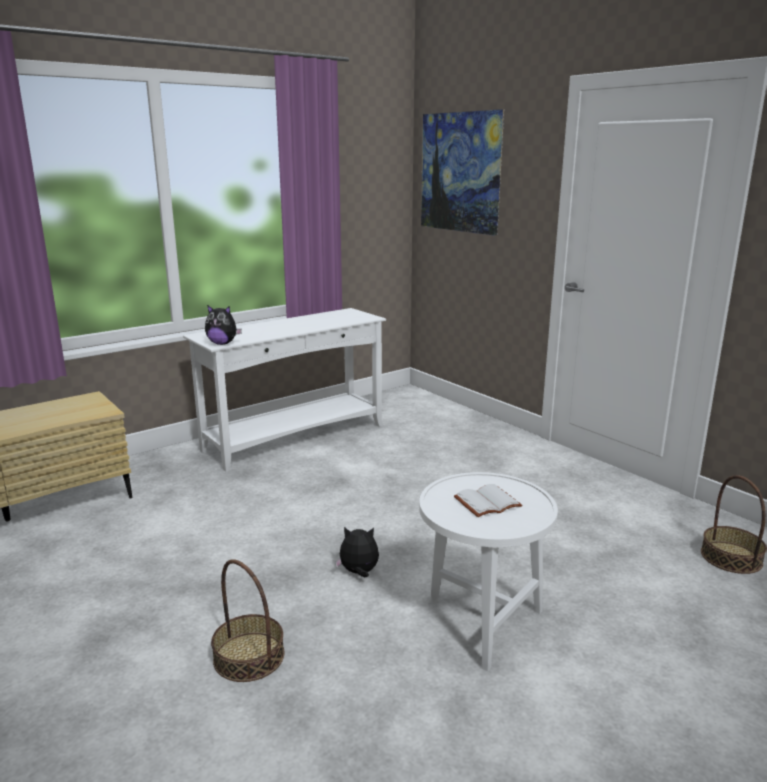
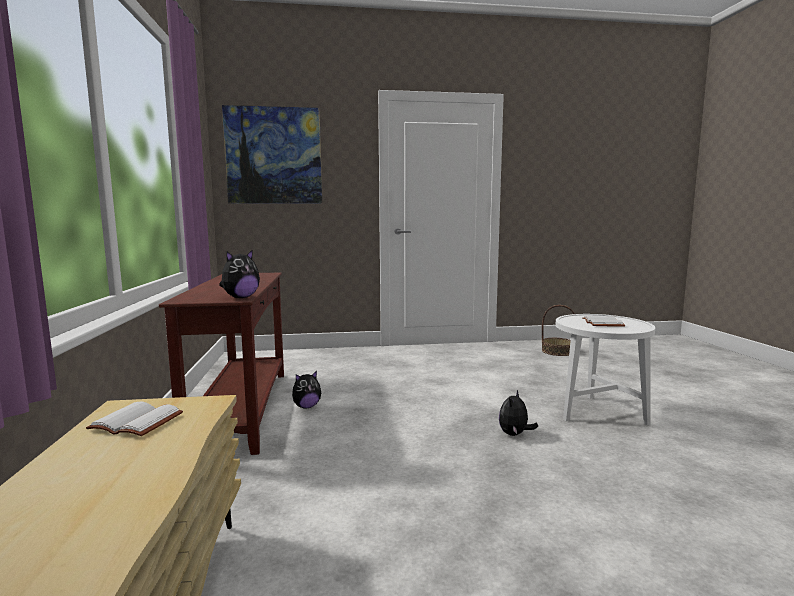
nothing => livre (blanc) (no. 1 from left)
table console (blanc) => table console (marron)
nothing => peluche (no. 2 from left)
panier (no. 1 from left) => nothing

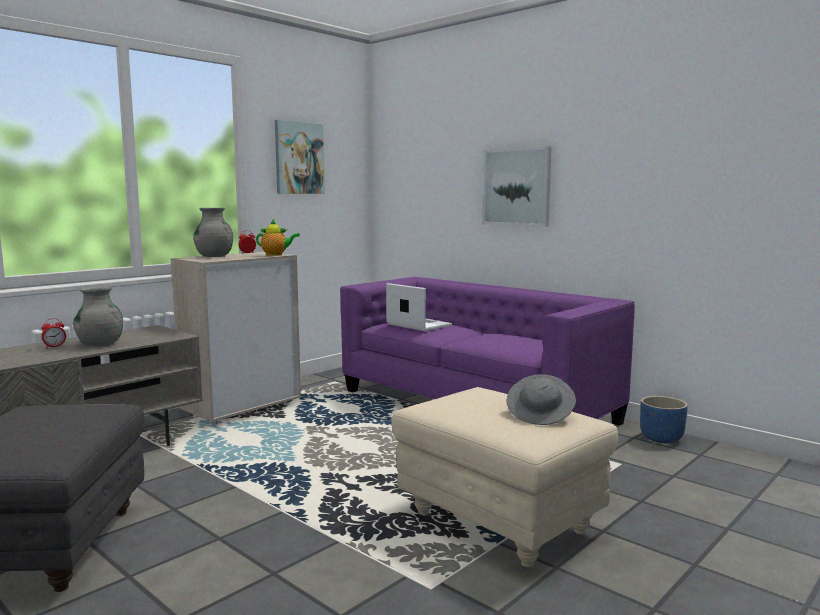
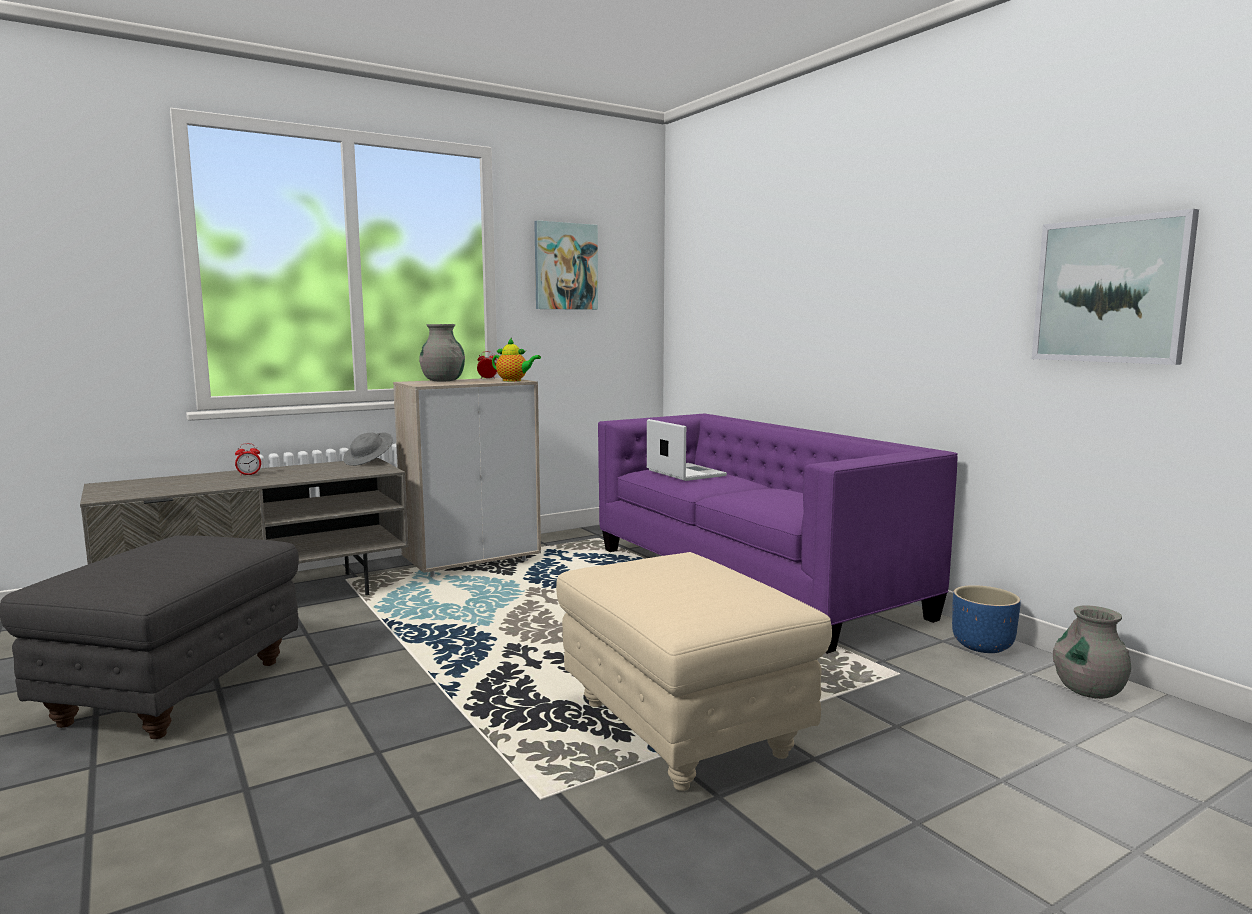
chapeau (gris), shifted
tableau (no. 2 from left), shifted
vase (gris) (no. 1 from left in the first image) => vase (gris) (no. 2 from left), shifted

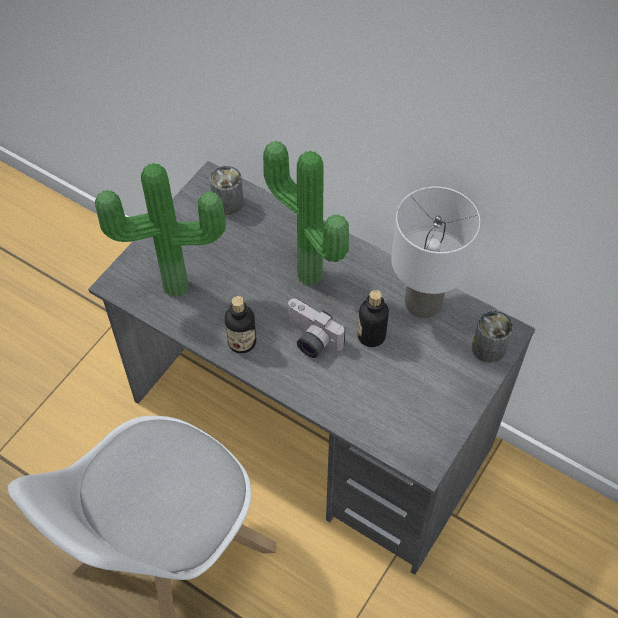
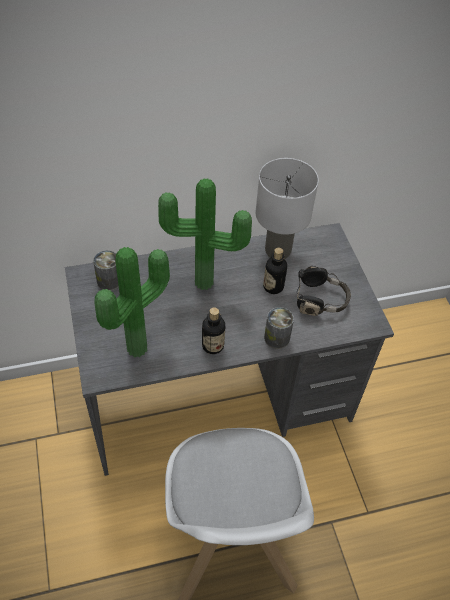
boîte métallique (no. 2 from left), shifted
nothing => casque audio (noir)
appareil photo => nothing

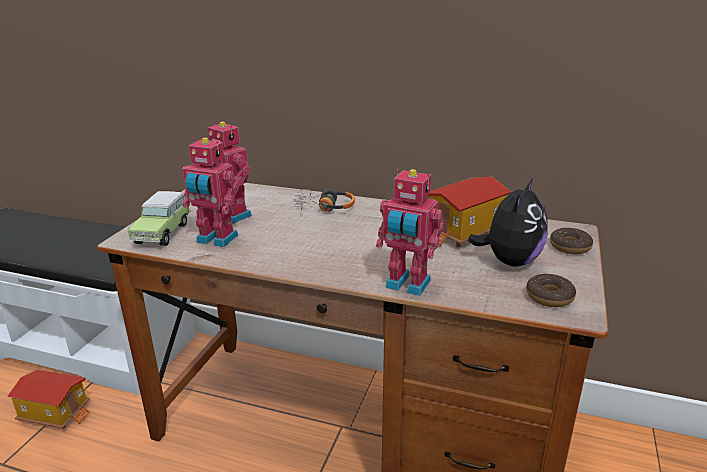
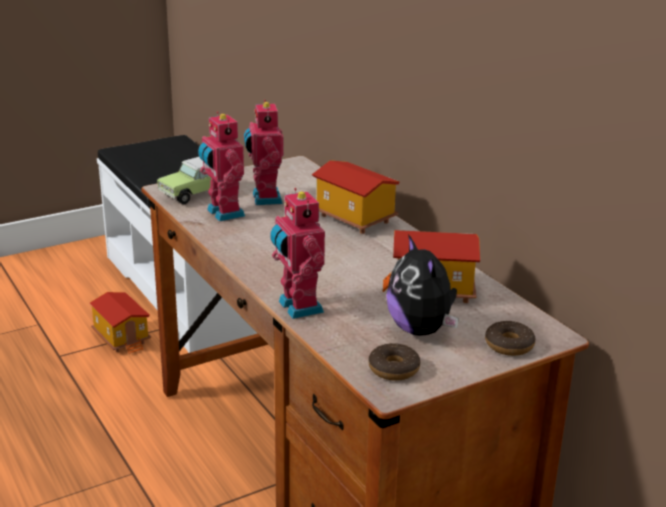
casque audio => maison miniature (no. 2 from left)
peluche, 90 degrees clockwise

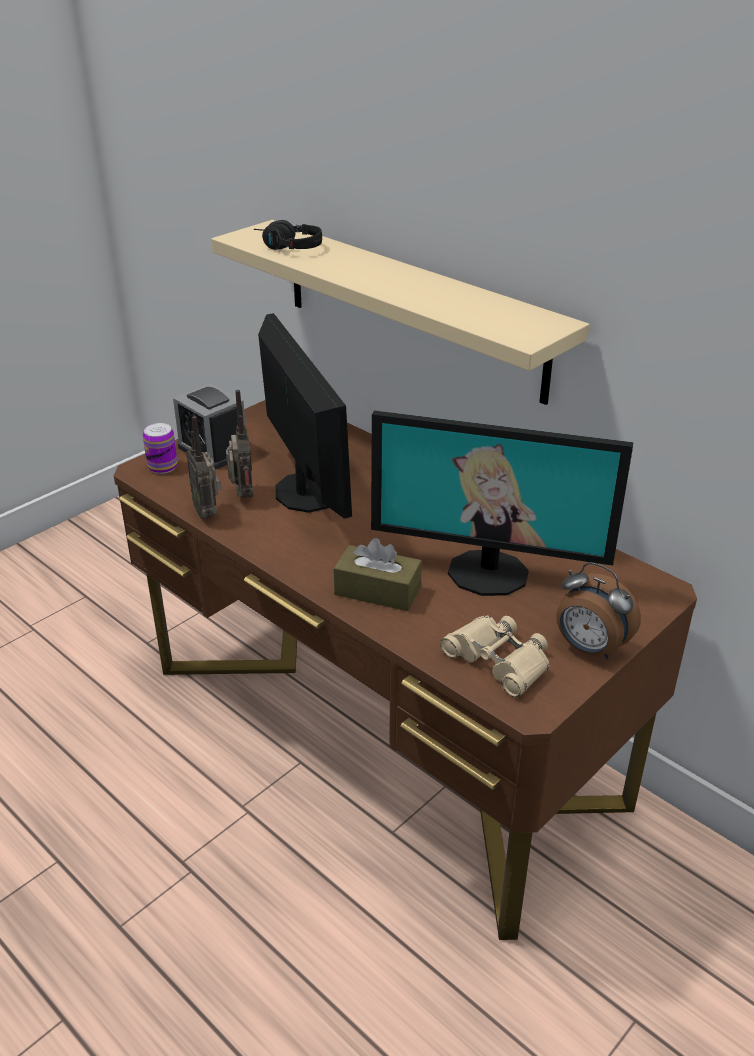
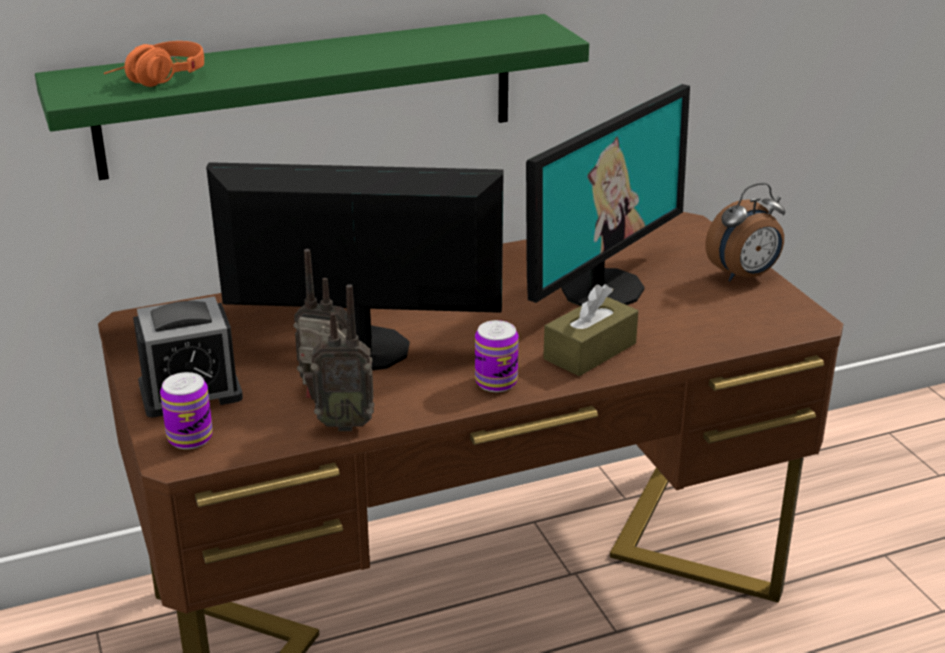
étagère (beige) => étagère (vert)
casque audio (noir) => casque audio (orange)
nothing => boîte métallique (no. 2 from left)
jumelles (beige) => nothing

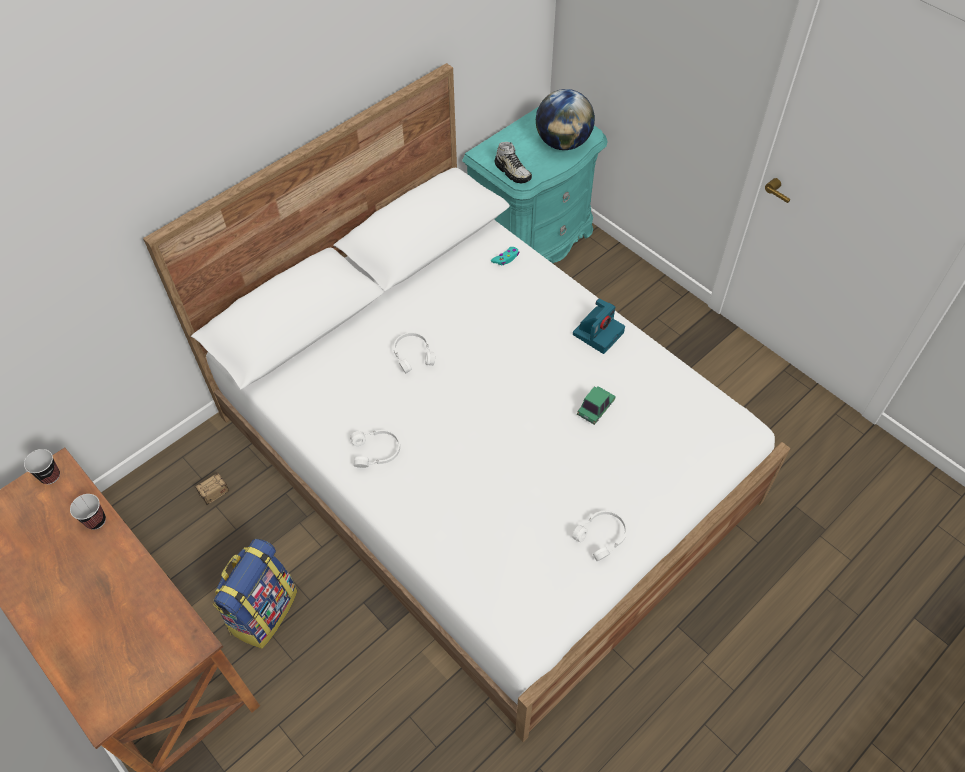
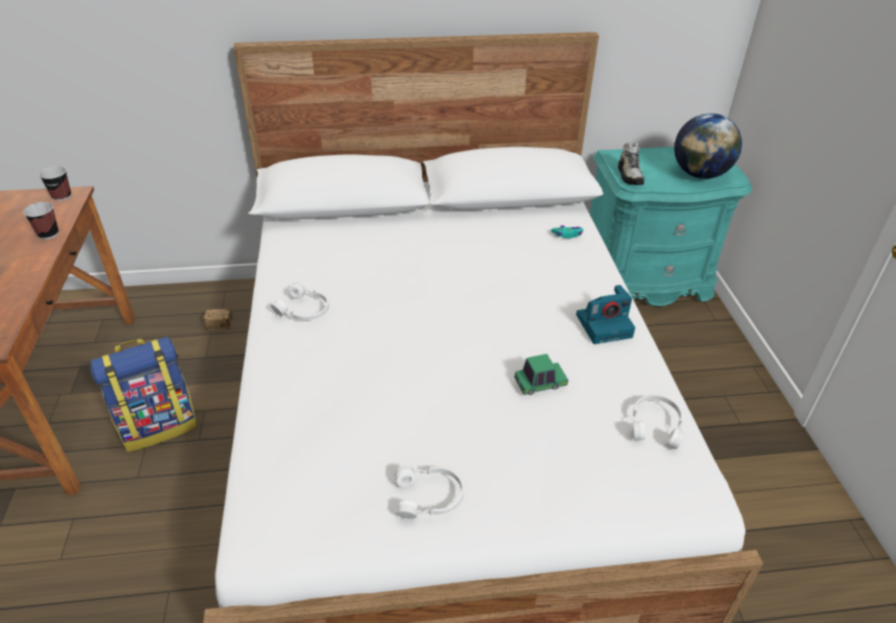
casque audio (blanc) (no. 2 from left in the first image) => casque audio (blanc) (no. 3 from left), shifted

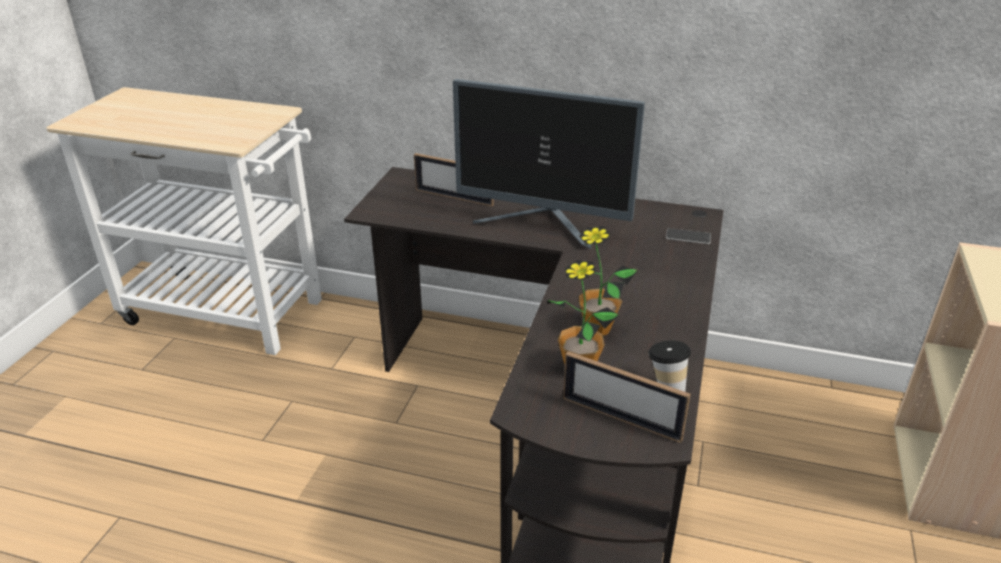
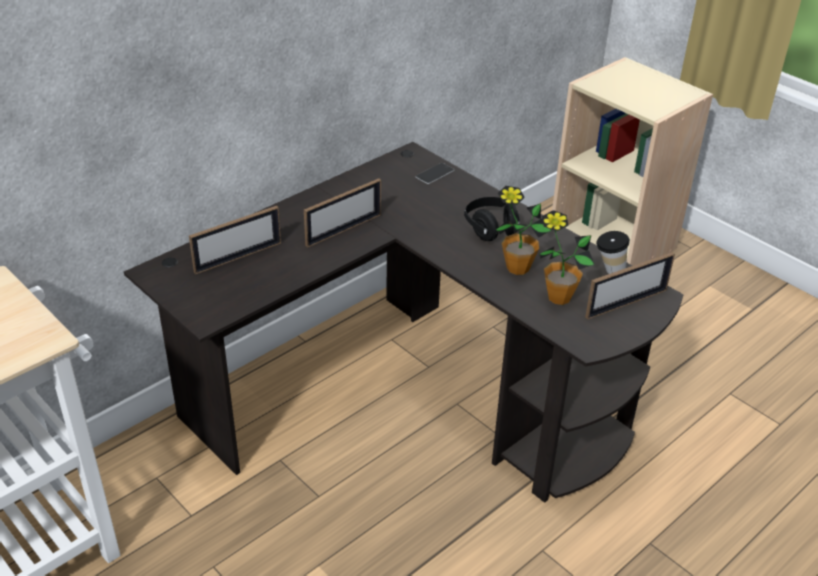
écran d'ordinateur => cadre photo (no. 2 from left)
nothing => casque audio (noir)

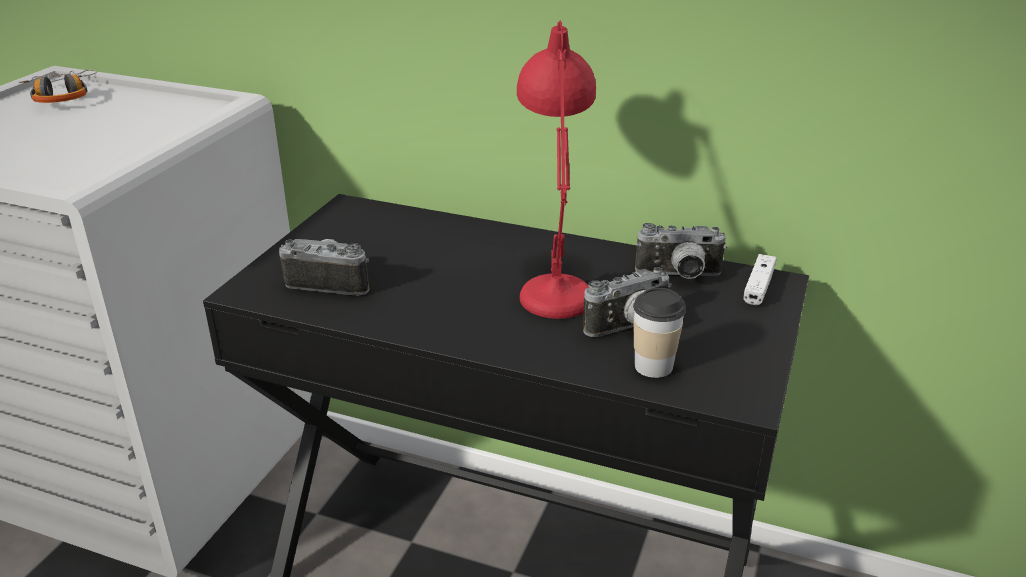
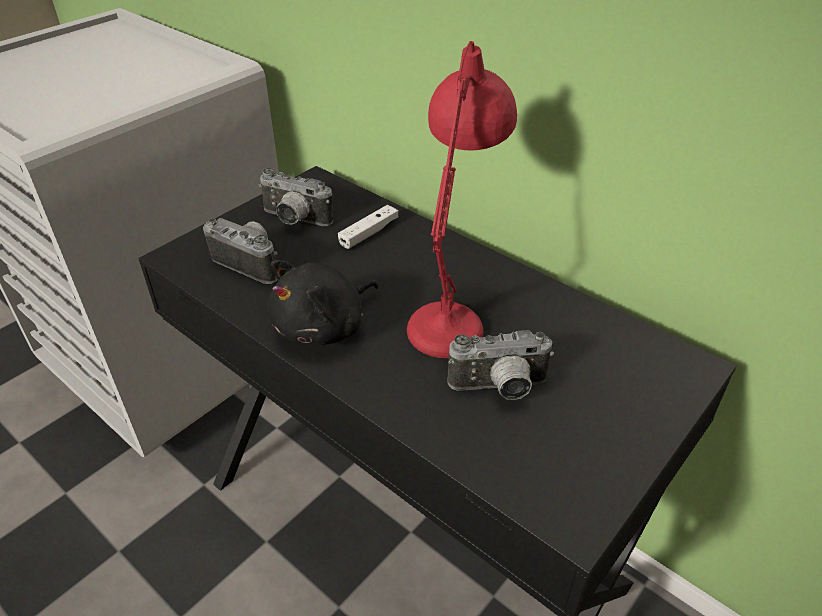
appareil photo (no. 3 from left in the first image) => appareil photo (no. 2 from left), shifted
nothing => peluche (noir)
manette (blanc), shifted
casque audio => nothing
tasse => nothing

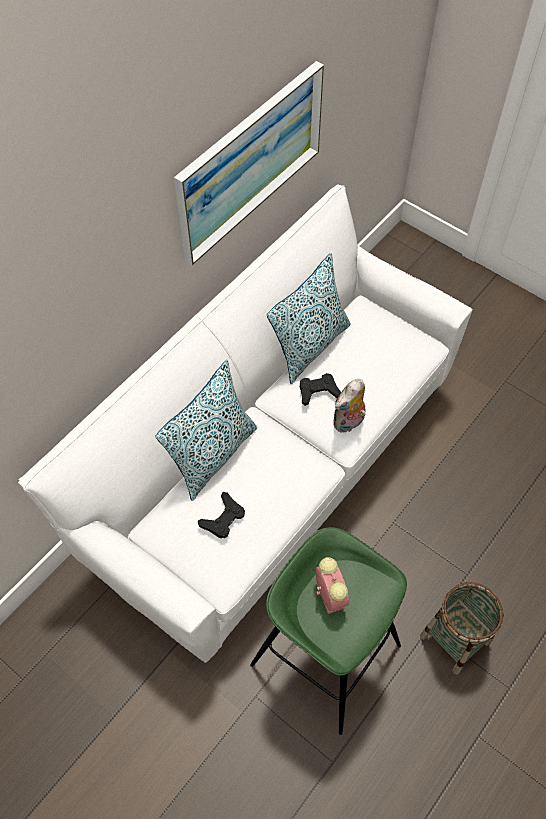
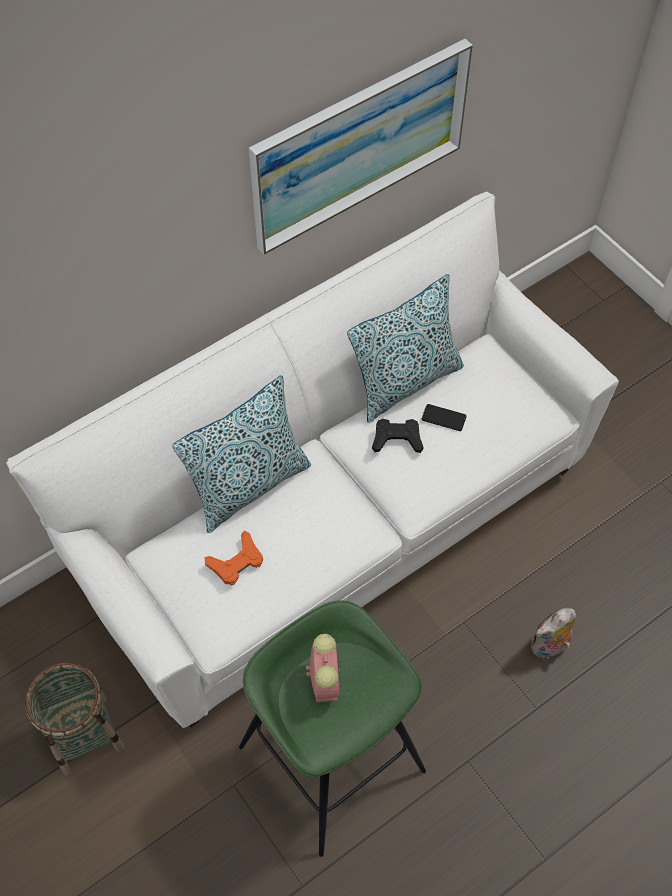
panier, shifted
manette (noir) (no. 1 from left) => manette (orange)
nothing => téléphone
peluche, shifted

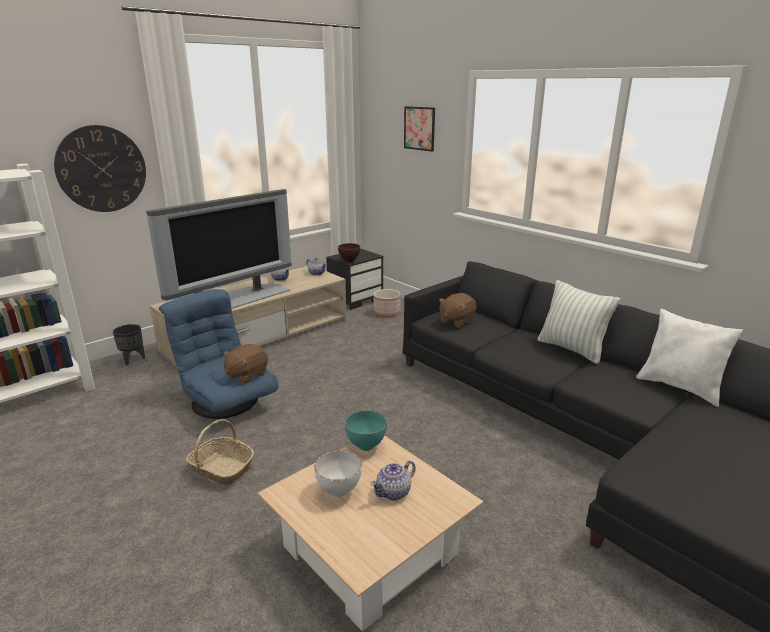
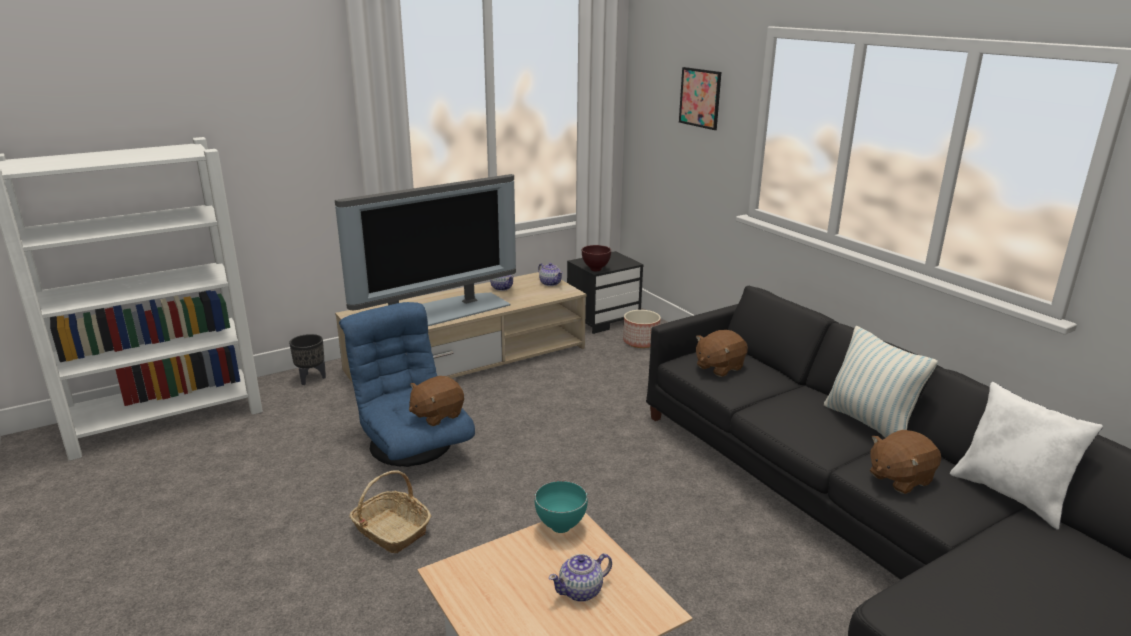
nothing => peluche (marron) (no. 3 from left)
horloge murale => nothing
bol (blanc) => nothing

